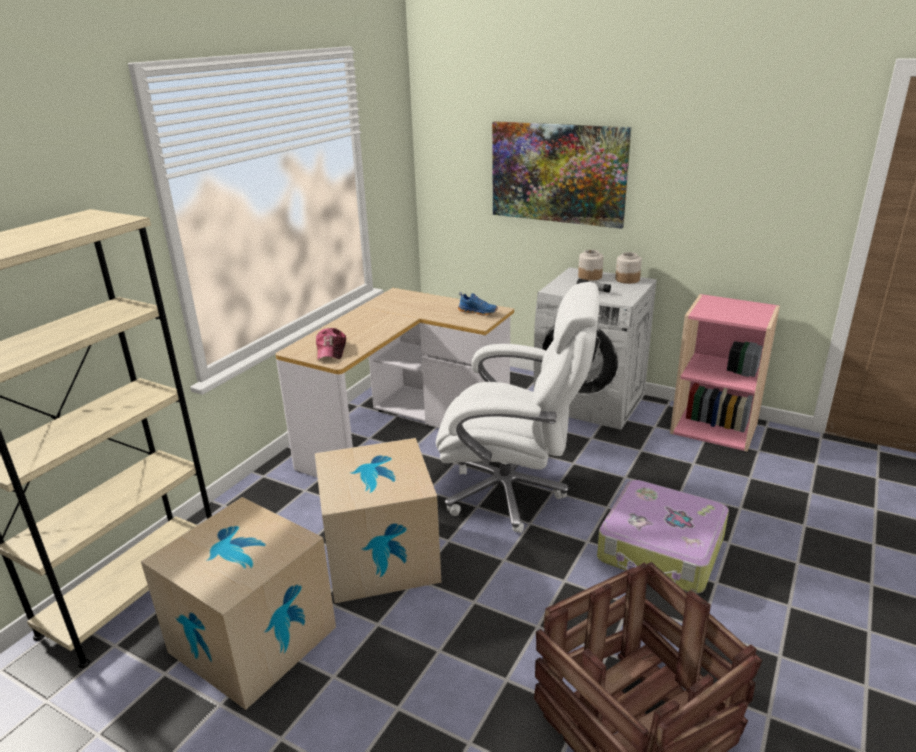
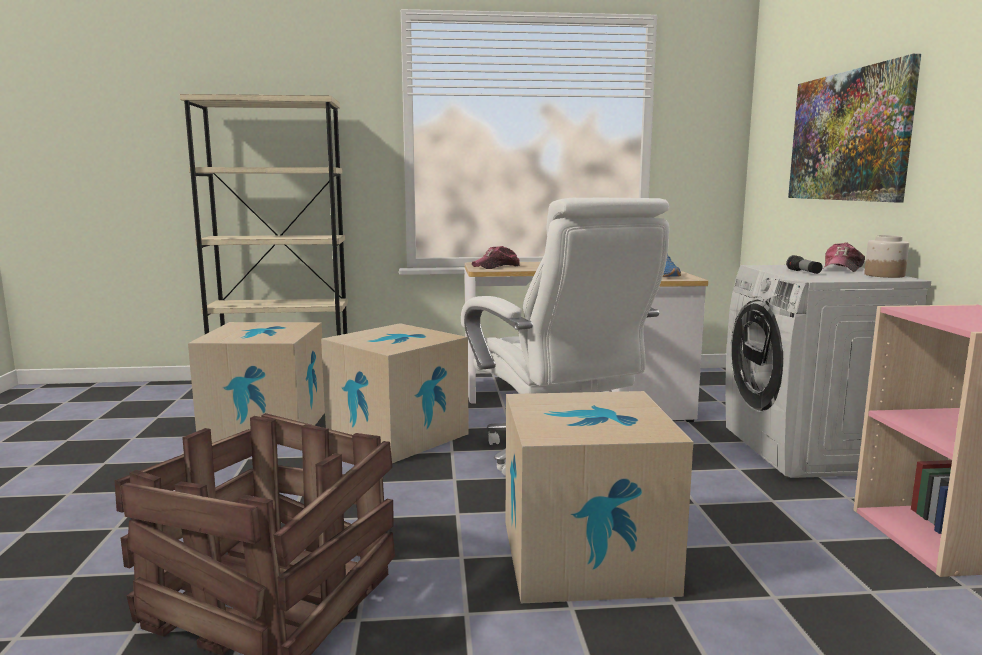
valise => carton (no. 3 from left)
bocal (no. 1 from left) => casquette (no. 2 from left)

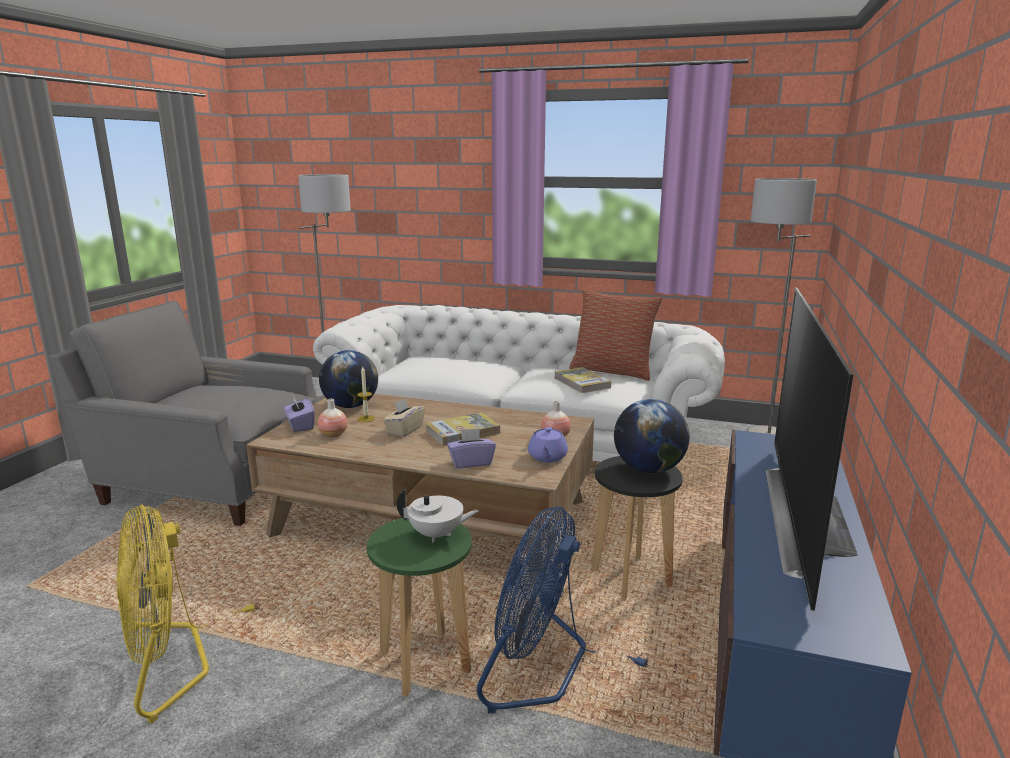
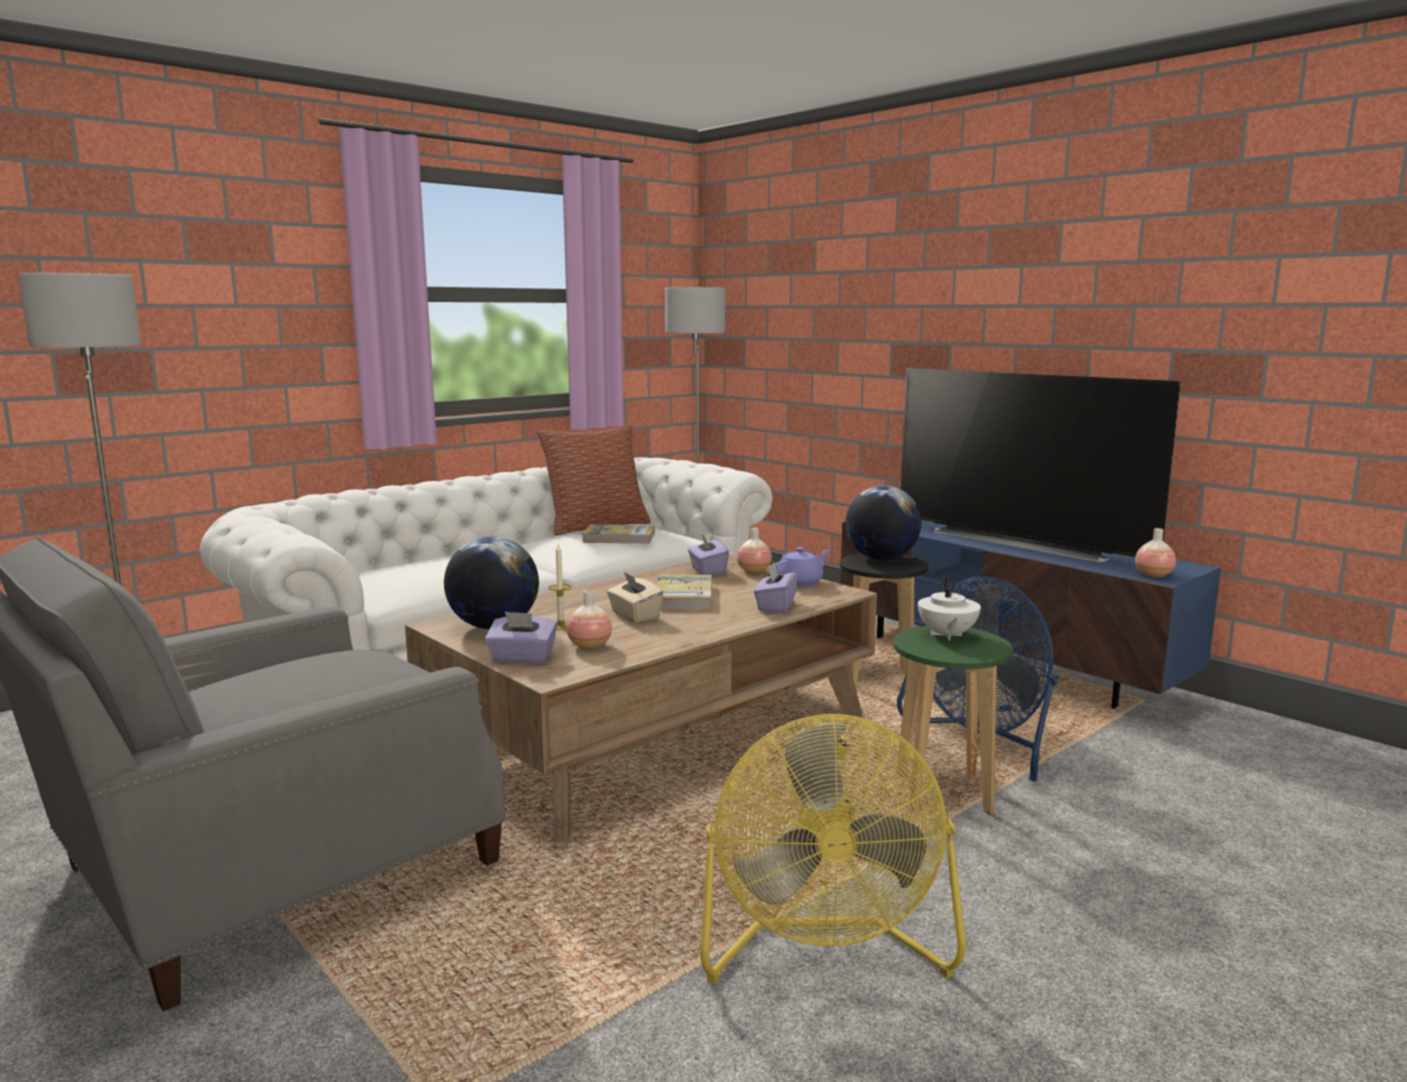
nothing => boîte à mouchoirs (violet) (no. 2 from left)
théière (violet), 75 degrees counterclockwise
théière (blanc), 150 degrees clockwise
nothing => vase (no. 3 from left)

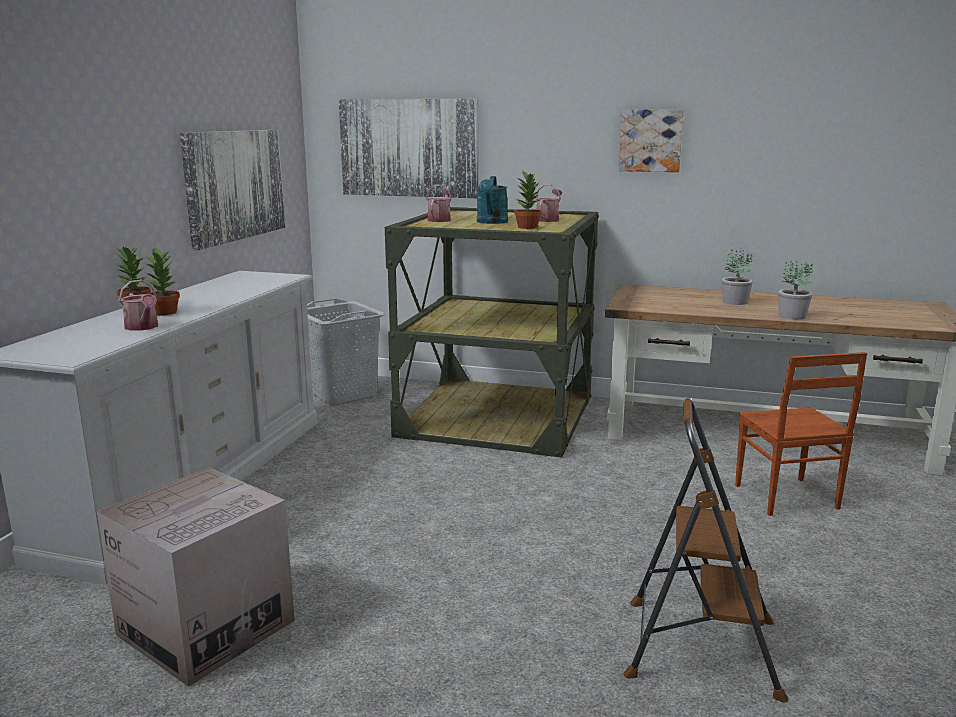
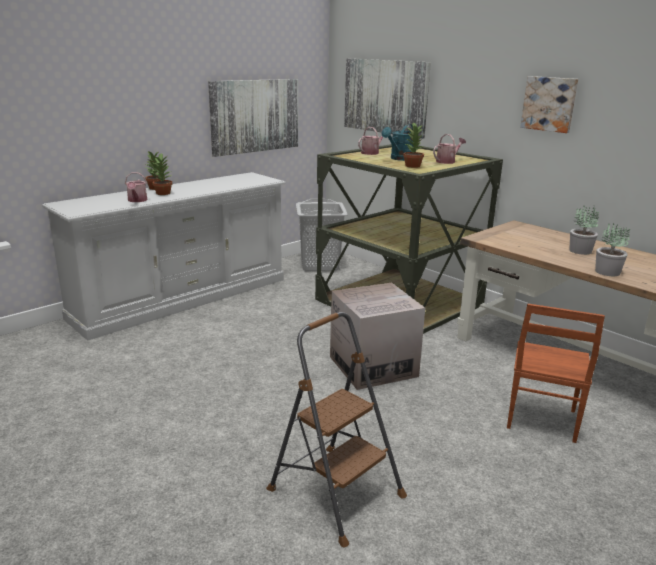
carton, shifted

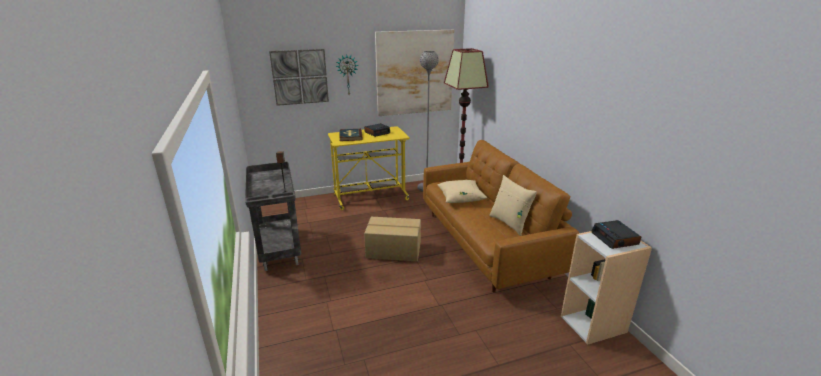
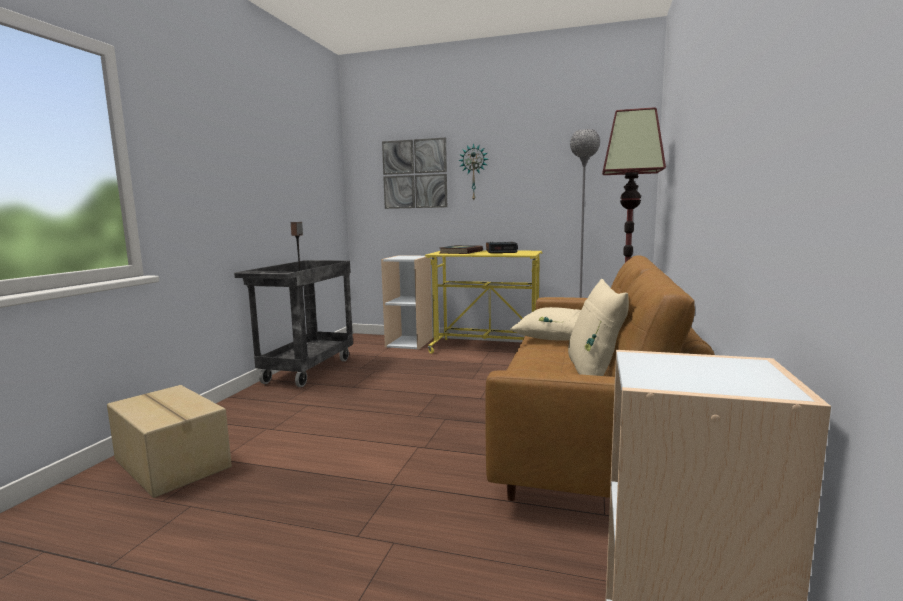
carton, shifted
nothing => bibliothèque (no. 1 from left)
tableau (no. 2 from left) => nothing
réveil (no. 2 from left) => nothing

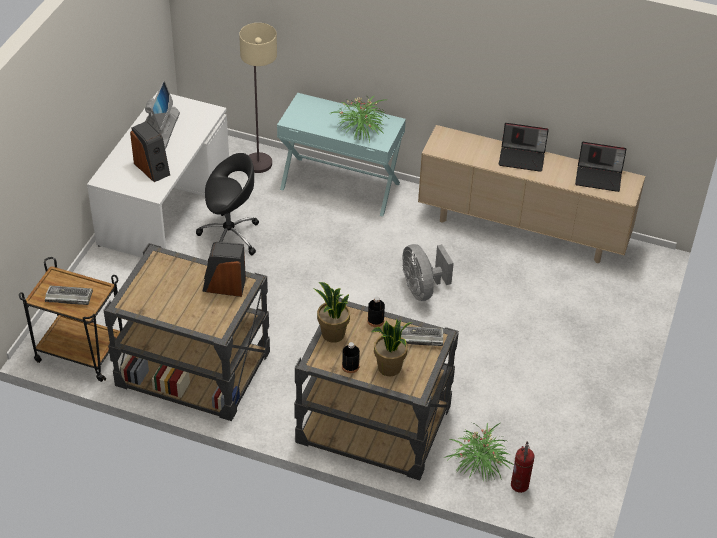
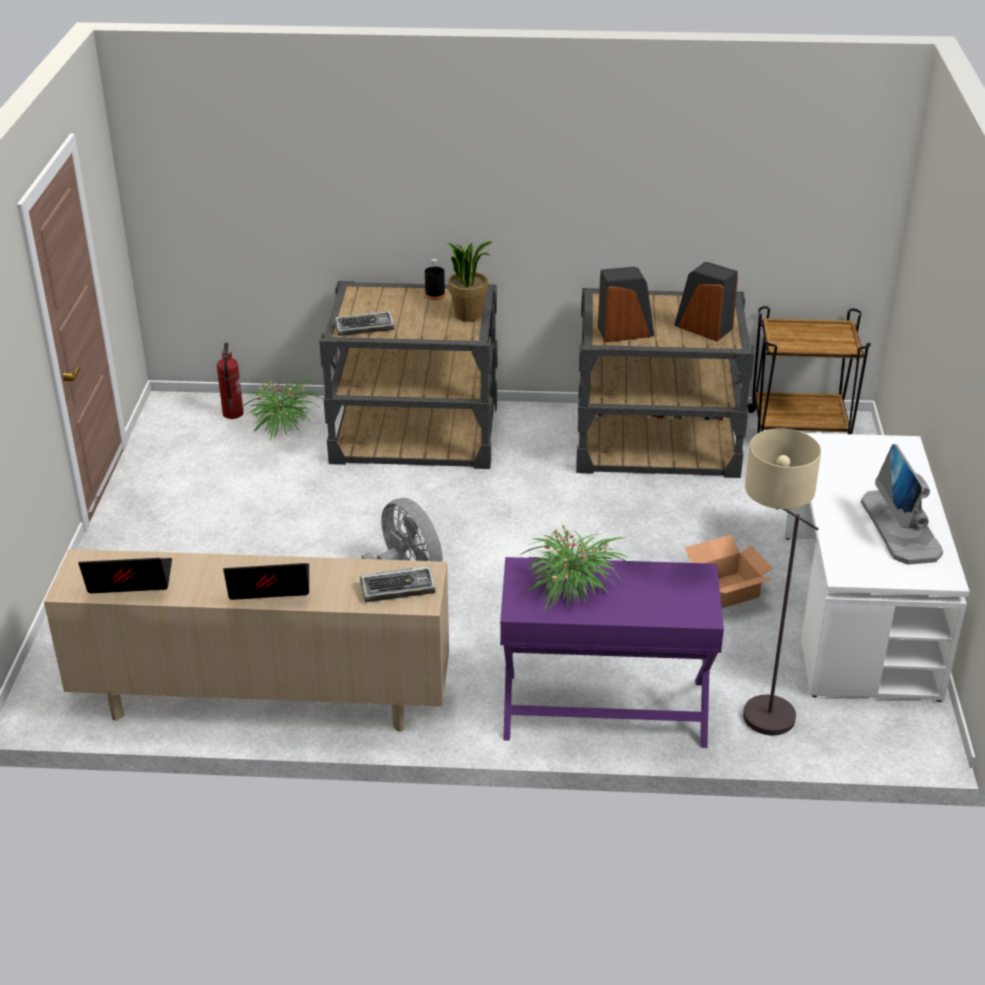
clavier (no. 1 from left in the first image) => clavier (no. 2 from left), shifted
bureau (turquoise) => bureau (violet)
enceinte (no. 1 from left in the first image) => enceinte (no. 2 from left), shifted
chaise de bureau (noir) => carton
bouteille (noir) (no. 2 from left) => nothing
plante en pot (no. 3 from left) => nothing

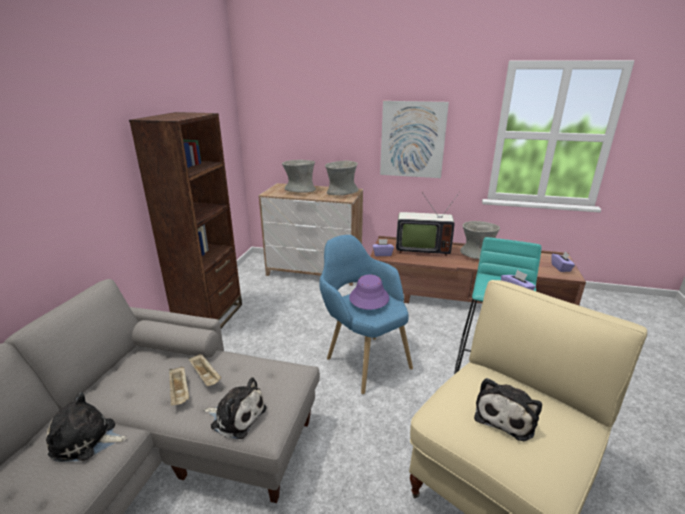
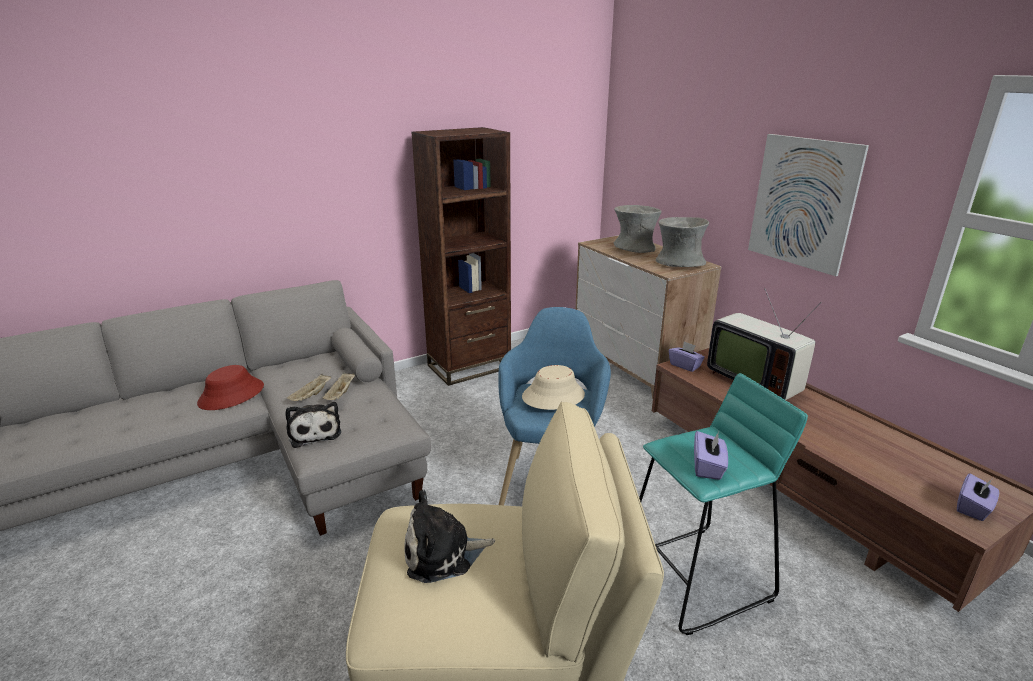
peluche (no. 1 from left) => chapeau (rouge)
chapeau (violet) => chapeau (beige)
vase (gris) (no. 3 from left) => nothing

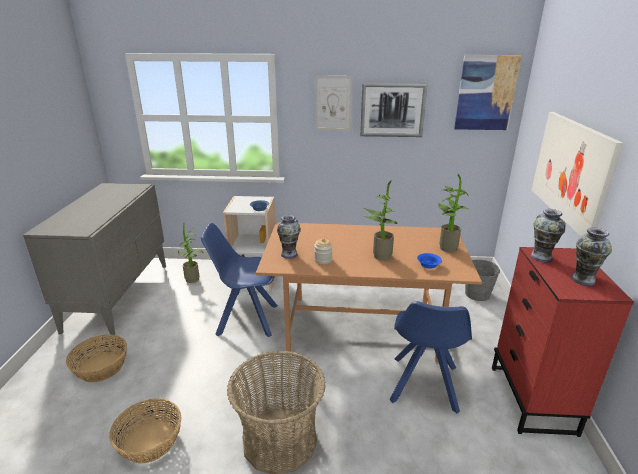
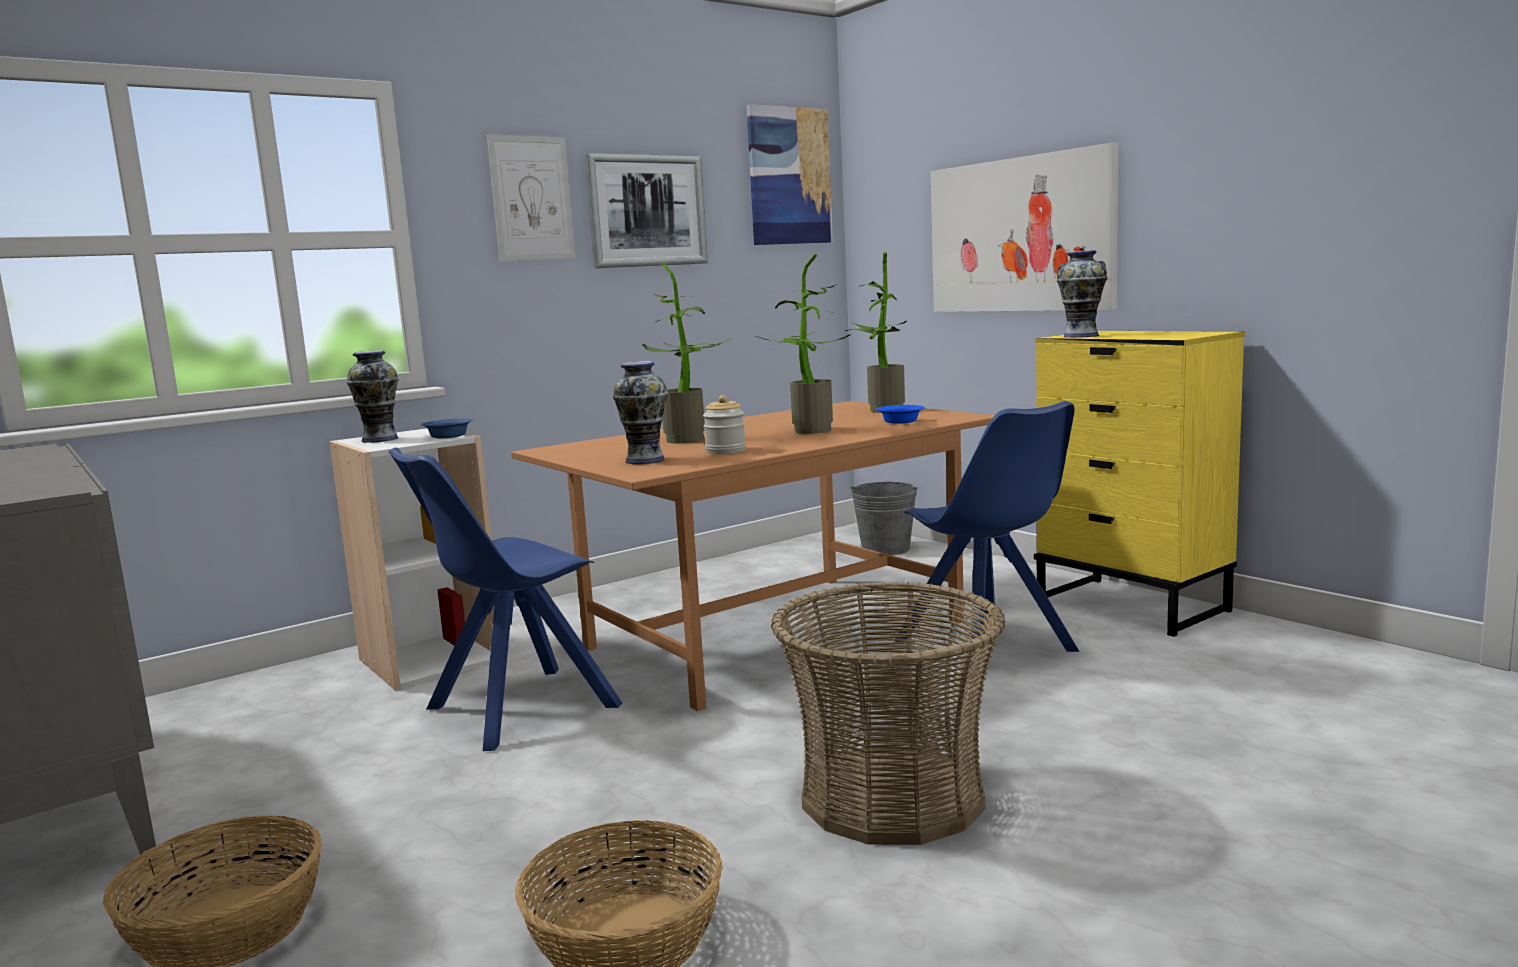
vase (no. 3 from left in the first image) => vase (no. 1 from left), shifted
plante en pot (no. 1 from left), shifted
commode (rouge) => commode (jaune)

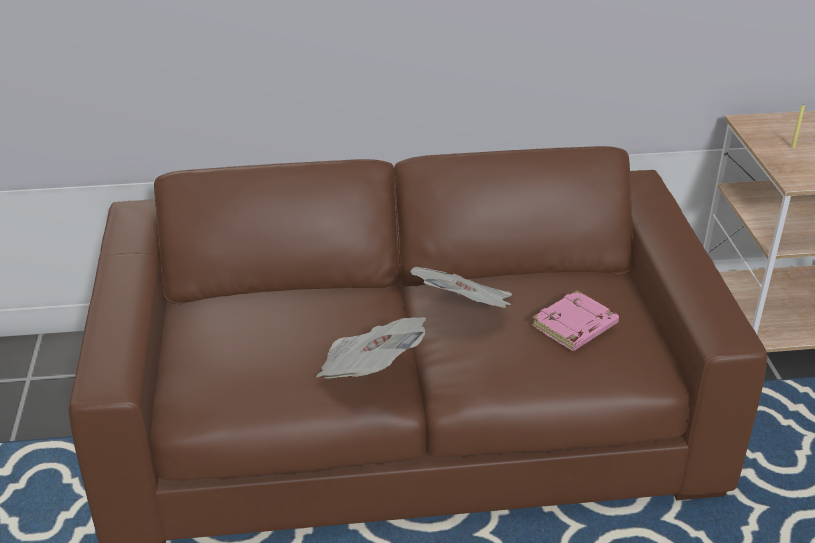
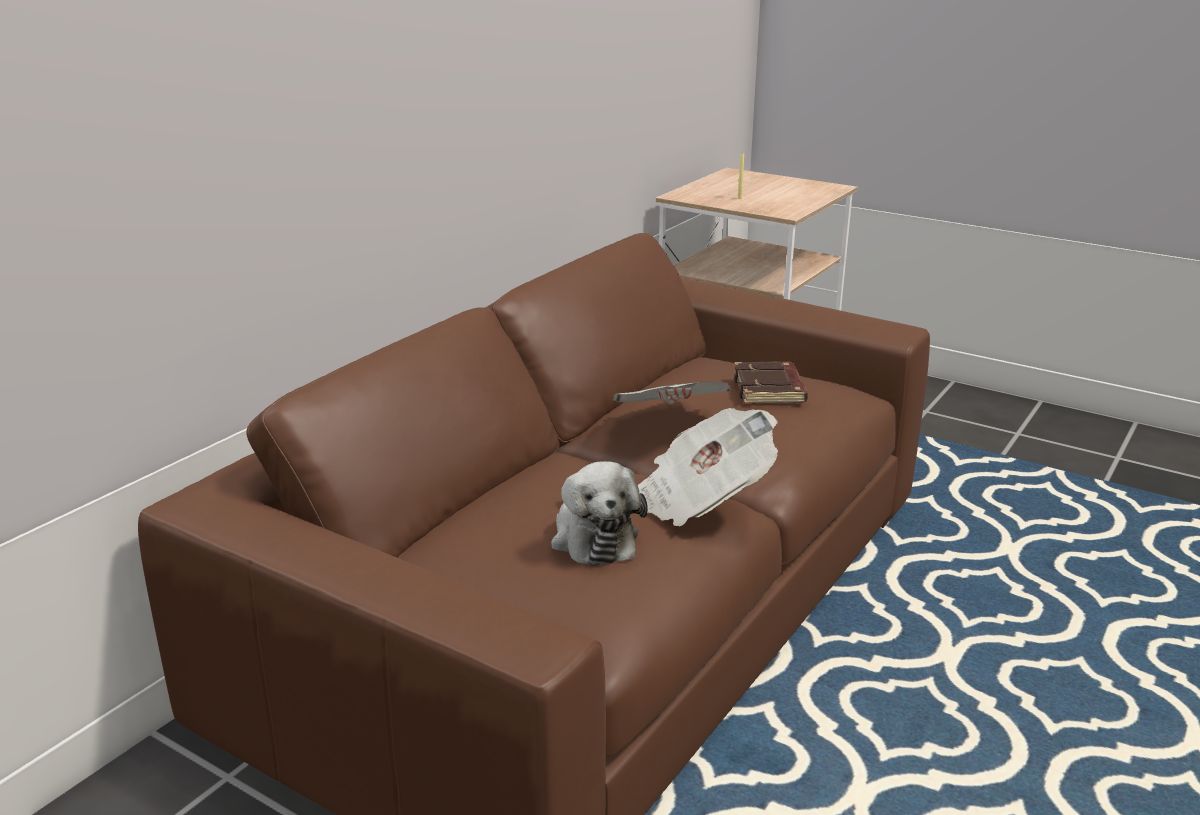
nothing => peluche
livre (rose) => livre (marron)

